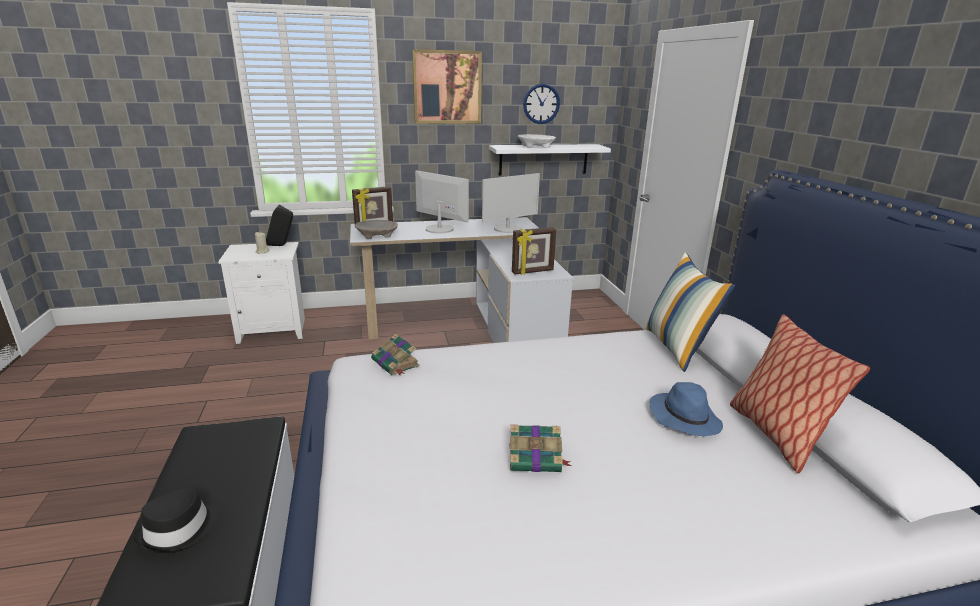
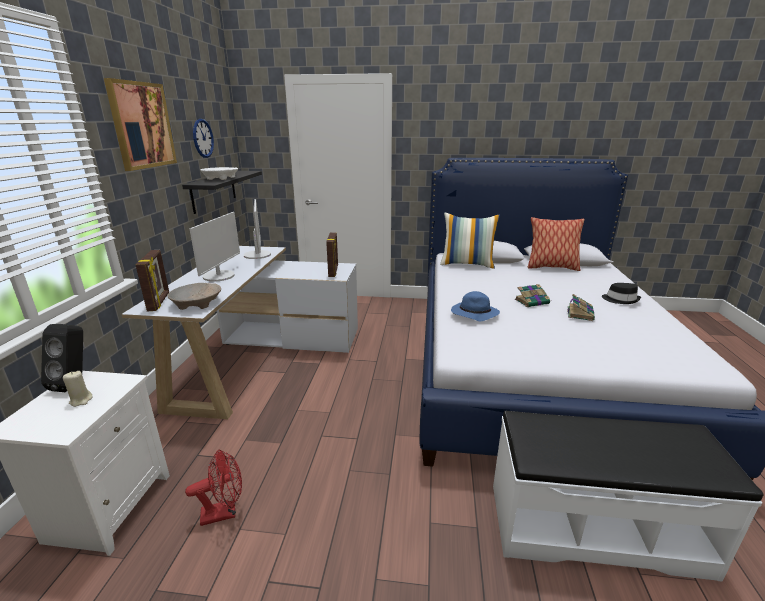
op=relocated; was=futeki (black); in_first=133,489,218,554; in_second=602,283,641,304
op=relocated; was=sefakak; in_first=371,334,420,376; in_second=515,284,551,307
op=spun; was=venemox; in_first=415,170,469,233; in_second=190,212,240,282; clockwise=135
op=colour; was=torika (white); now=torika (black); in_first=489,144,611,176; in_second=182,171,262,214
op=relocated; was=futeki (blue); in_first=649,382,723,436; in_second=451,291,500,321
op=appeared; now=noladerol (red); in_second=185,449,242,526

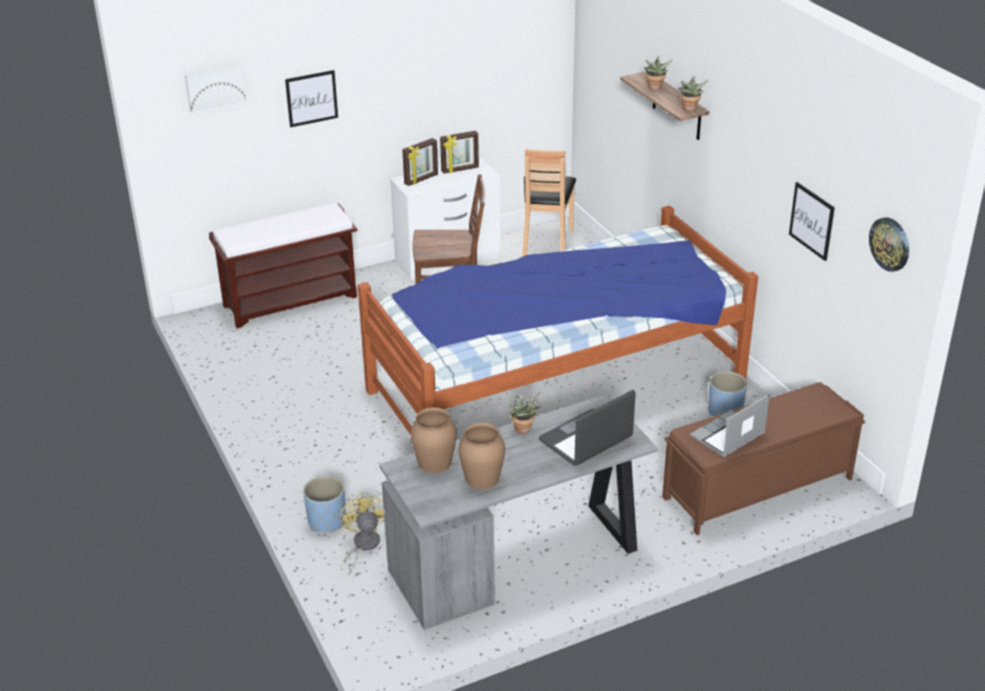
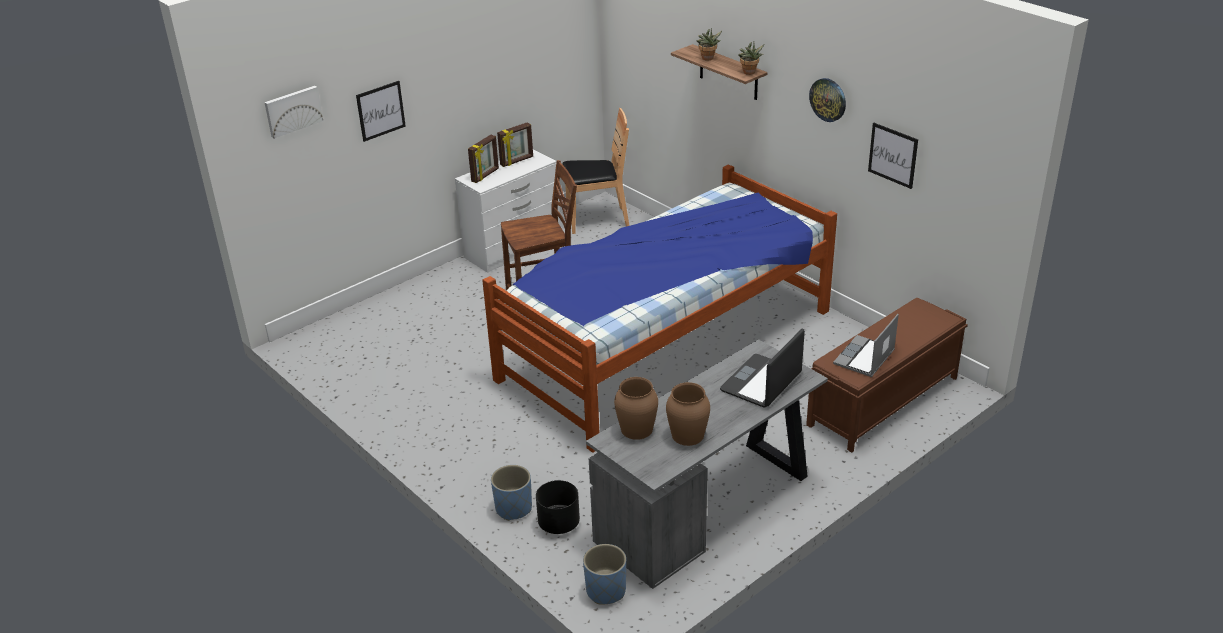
op=missing; was=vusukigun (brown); in_first=209,202,357,328
op=exchanged; was=noladerol (yellow); now=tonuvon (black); in_first=340,493,385,574; in_second=536,480,580,534
op=missing; was=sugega; in_first=509,393,541,434
op=spun; was=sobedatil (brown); in_first=522,149,576,257; in_second=563,108,629,234; clockwise=-90
op=relocated; was=tonuvon (blue); in_first=708,371,747,417; in_second=583,544,626,605
op=relocated; was=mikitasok; in_first=869,217,909,272; in_second=809,78,846,122

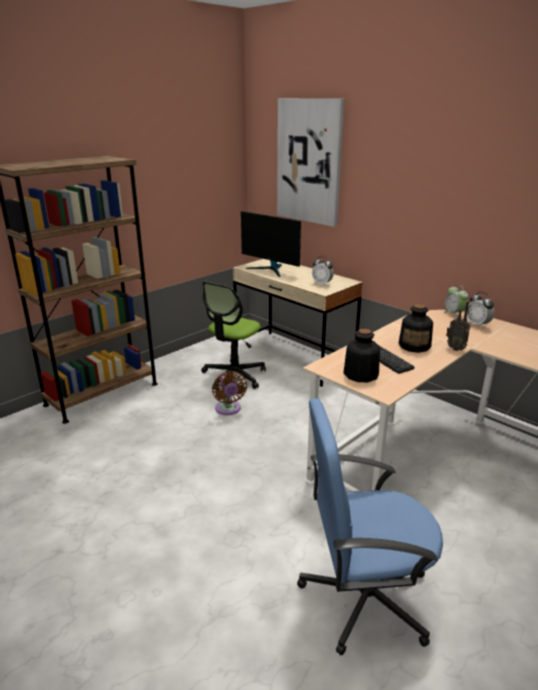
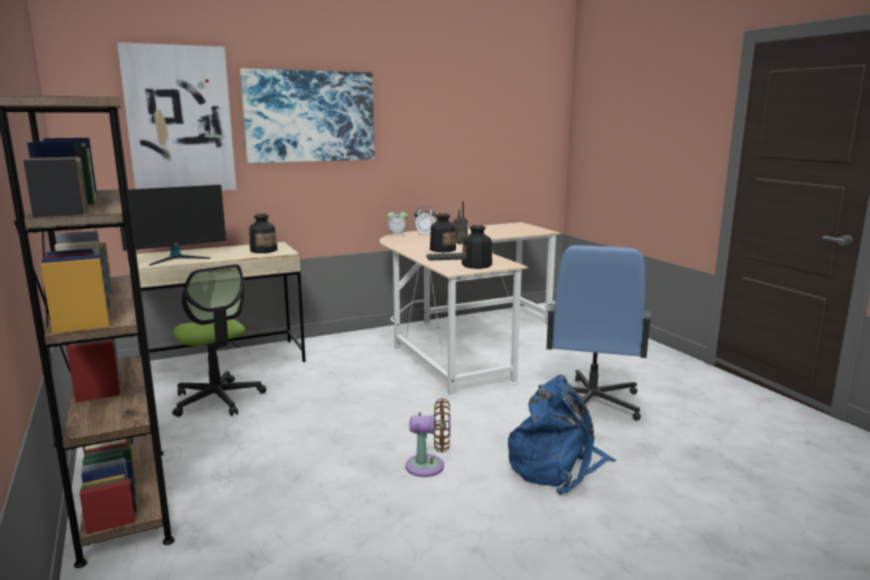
op=relocated; was=noladerol (brown); in_first=212,371,247,415; in_second=405,398,450,477
op=exchanged; was=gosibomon; now=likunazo; in_first=312,256,334,286; in_second=249,213,278,253
op=appeared; now=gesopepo; in_second=240,69,374,163
op=appeared; now=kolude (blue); in_second=508,375,616,495

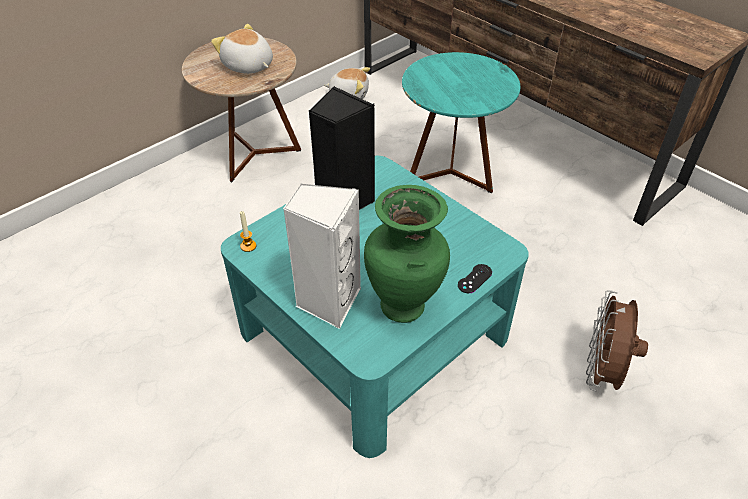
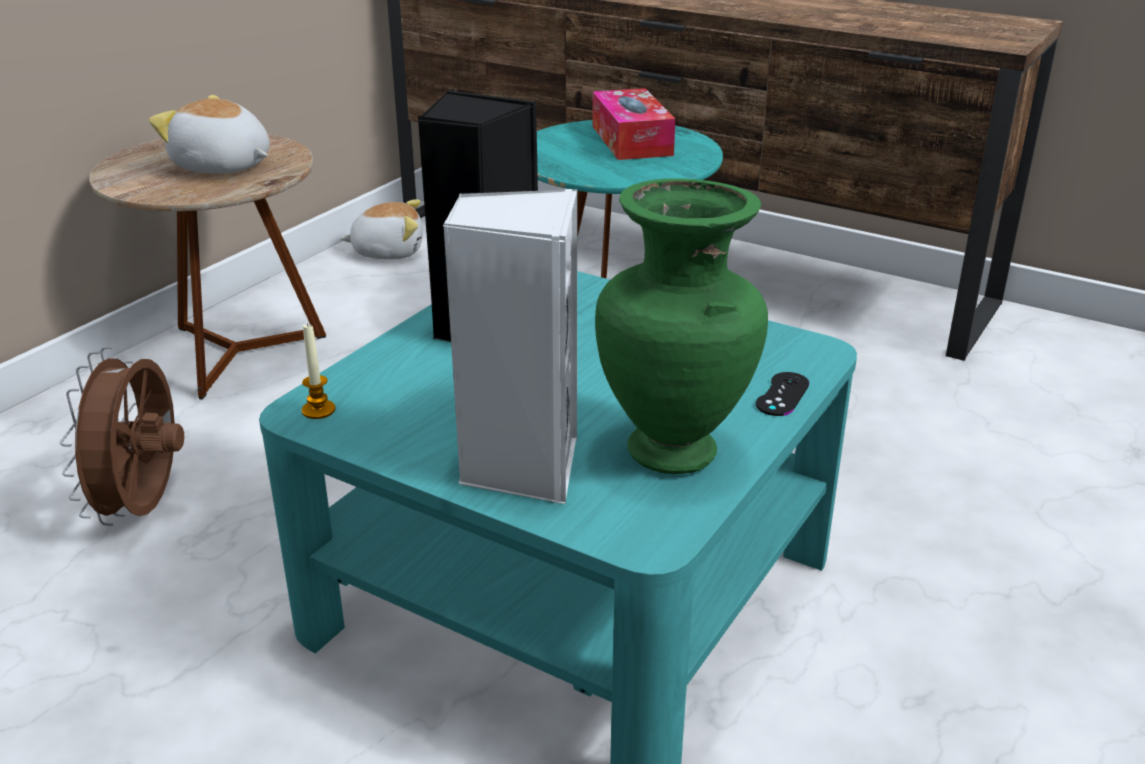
op=relocated; was=noladerol (brown); in_first=586,290,648,391; in_second=60,347,184,526
op=appeared; now=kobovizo; in_second=592,88,676,160

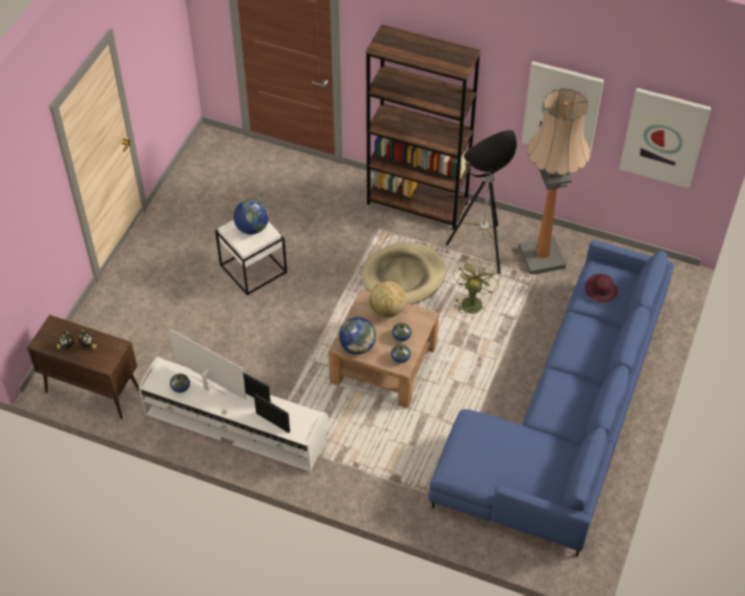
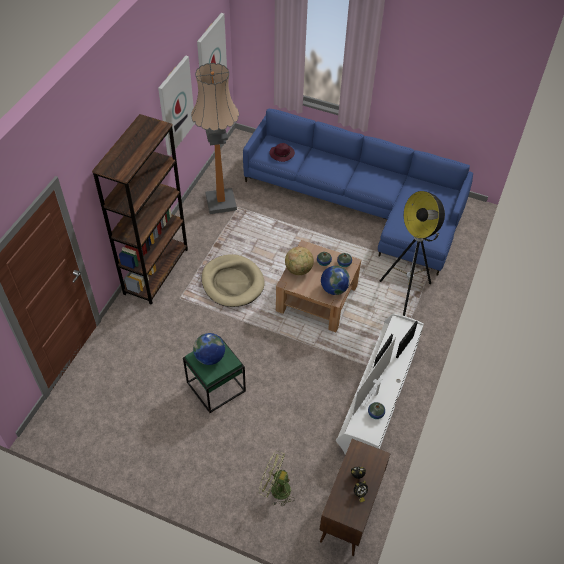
op=colour; was=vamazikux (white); now=vamazikux (green); in_first=215,220,287,295; in_second=183,336,246,413
op=relocated; was=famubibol; in_first=446,130,517,274; in_second=379,191,445,316
op=relocated; was=noladerol (green); in_first=453,260,500,317; in_second=259,451,295,507

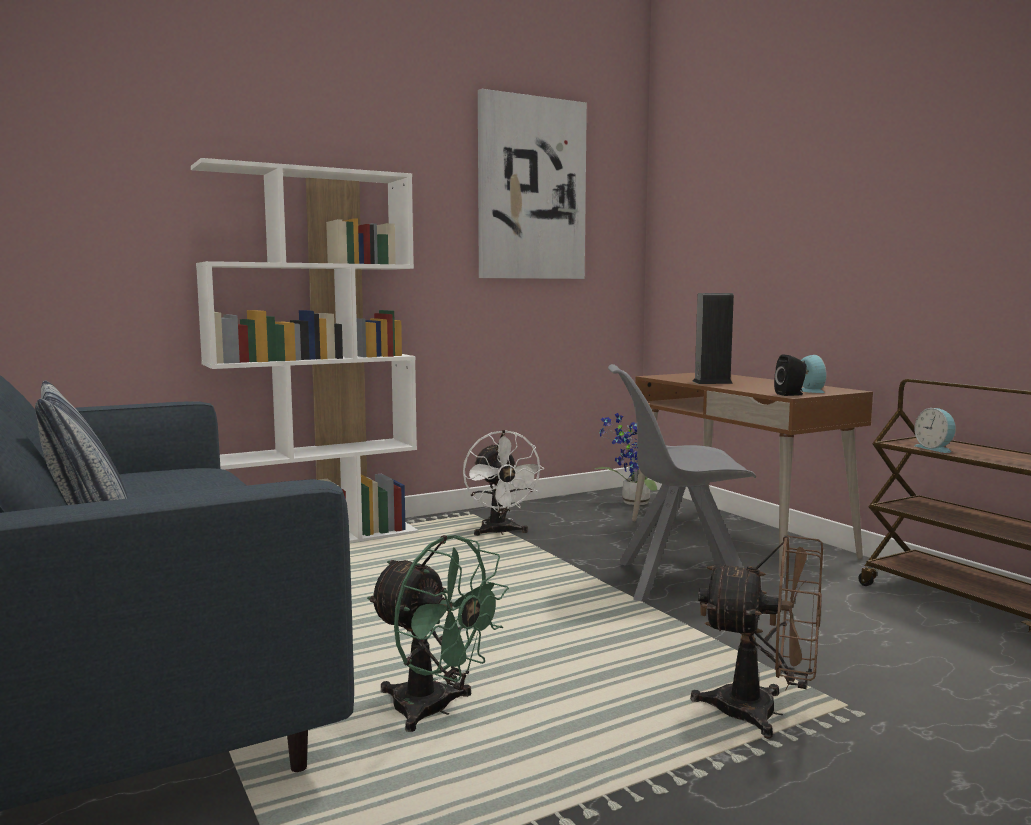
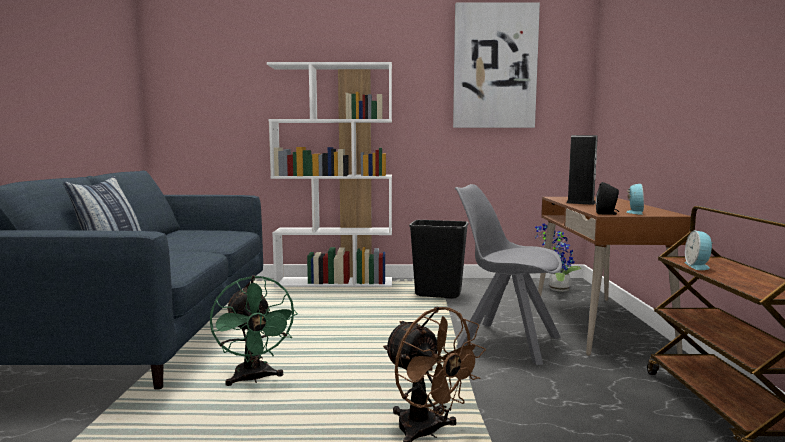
op=exchanged; was=noladerol (white); now=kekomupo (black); in_first=463,430,545,536; in_second=409,220,468,299

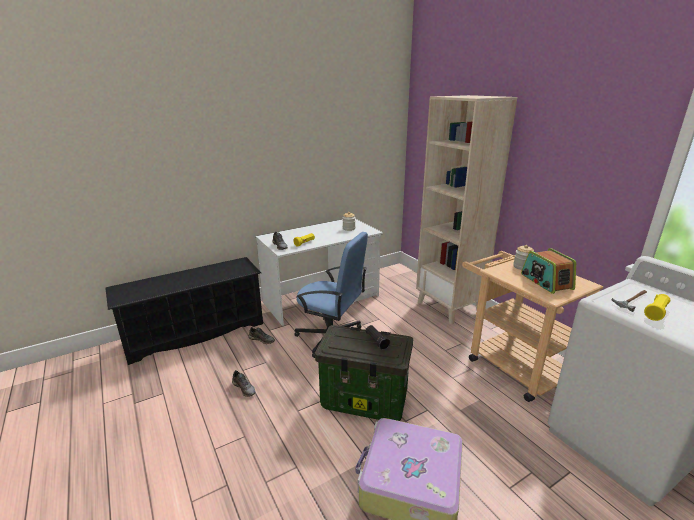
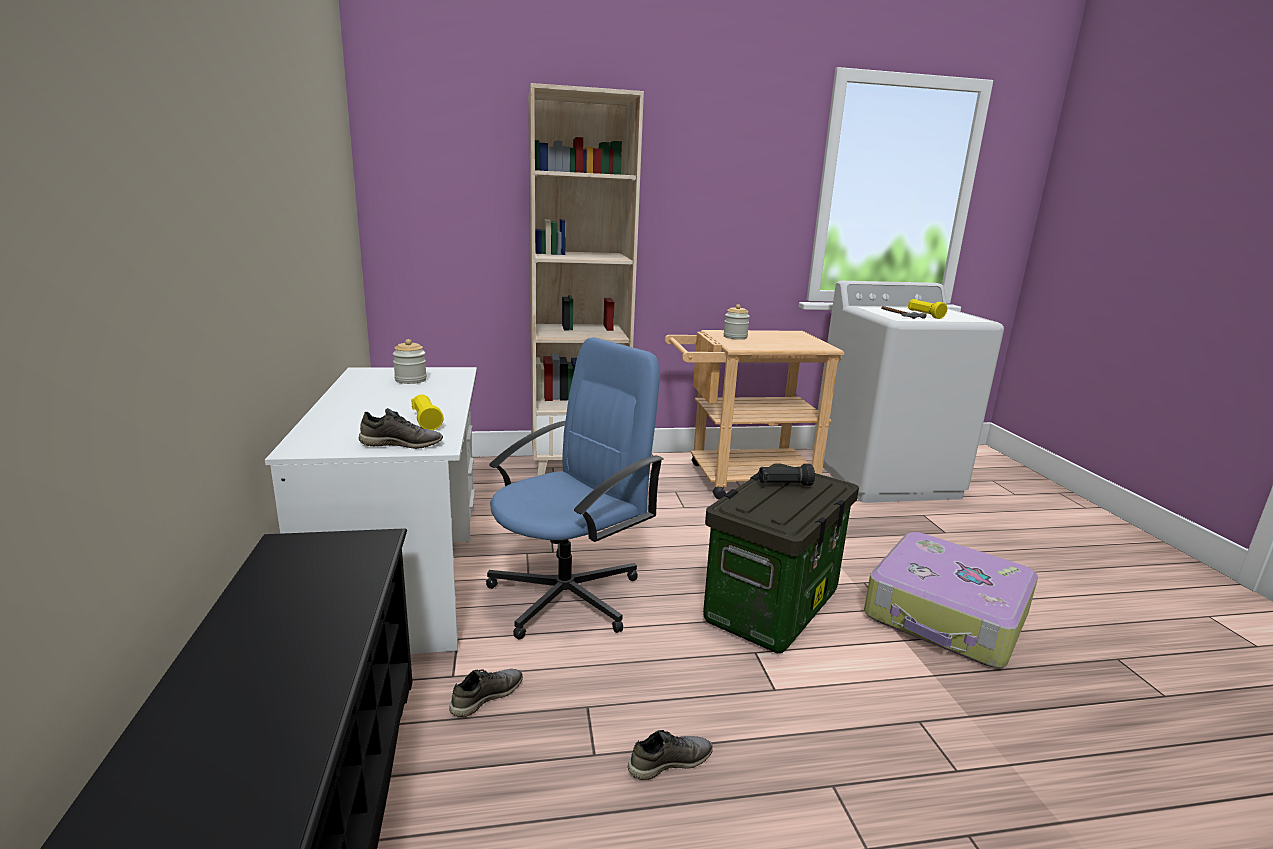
op=missing; was=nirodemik; in_first=521,248,576,294

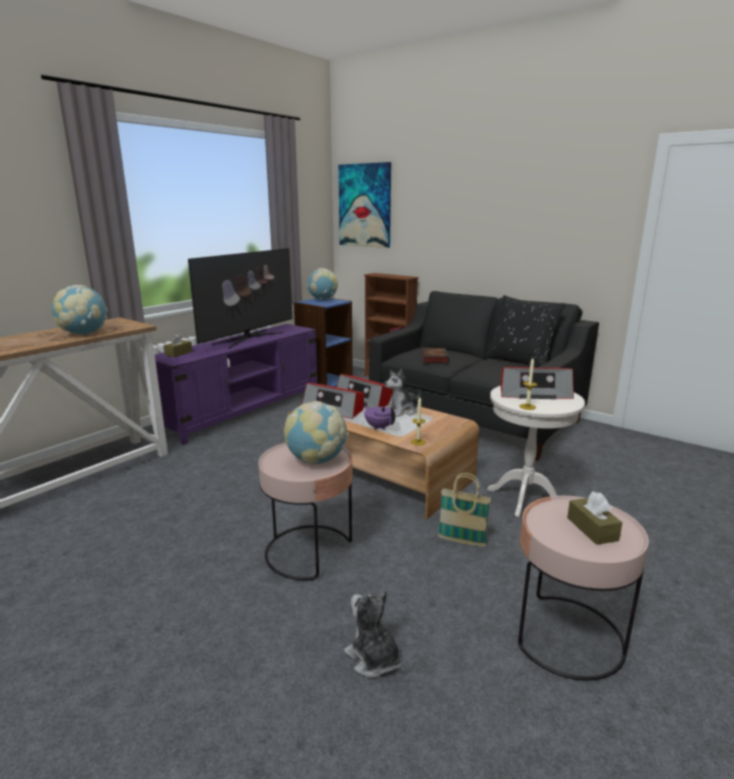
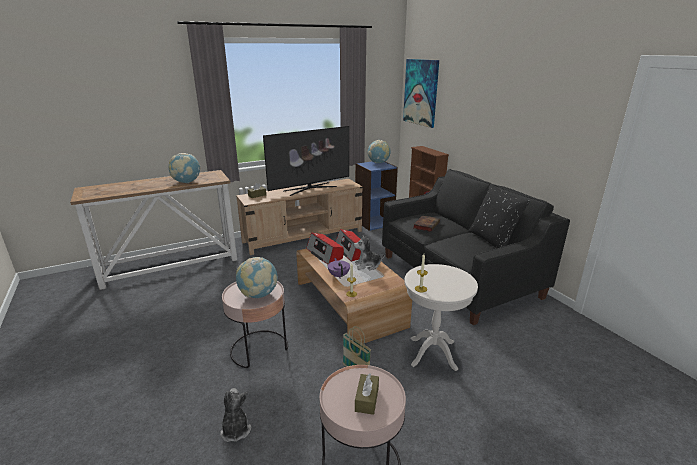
op=colour; was=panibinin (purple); now=panibinin (beige); in_first=155,324,317,445; in_second=236,179,363,255
op=missing; was=nirodemik; in_first=501,367,574,399

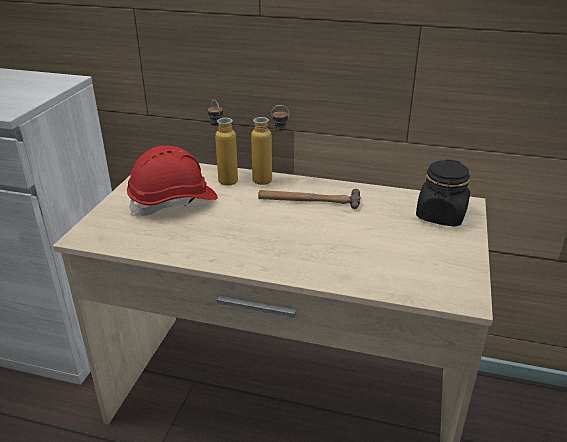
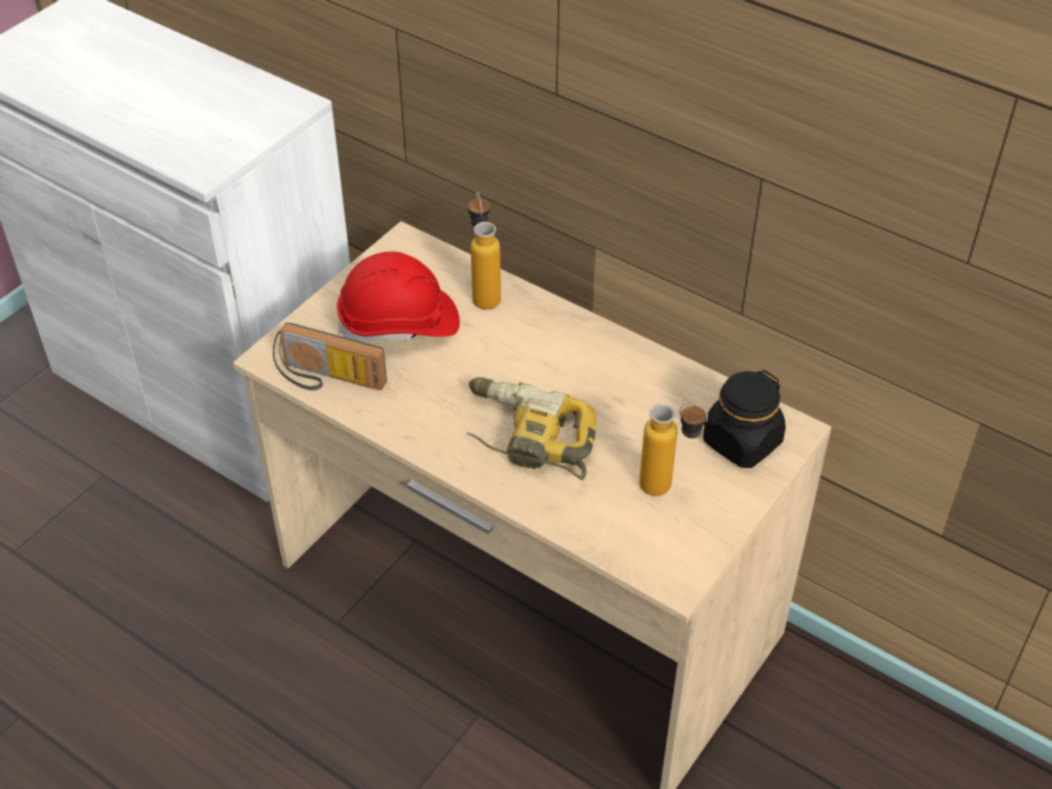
op=relocated; was=likunazo; in_first=251,105,289,185; in_second=639,403,708,496
op=missing; was=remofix; in_first=258,189,361,209
op=appeared; now=nirodemik; in_second=273,322,387,390
op=appeared; now=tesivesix; in_second=467,377,597,480

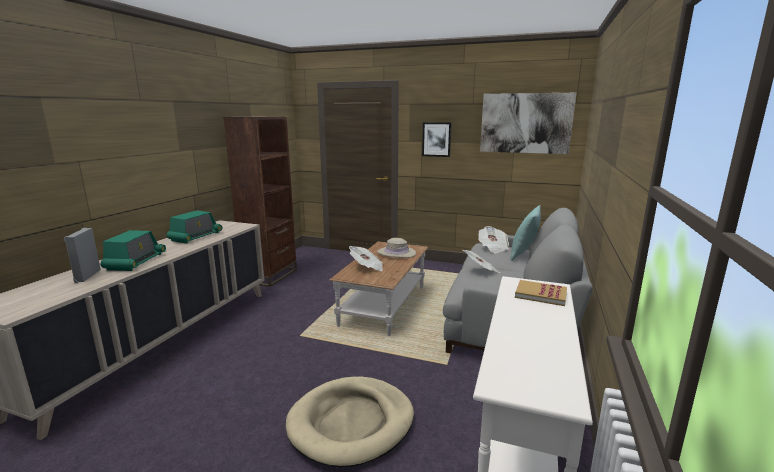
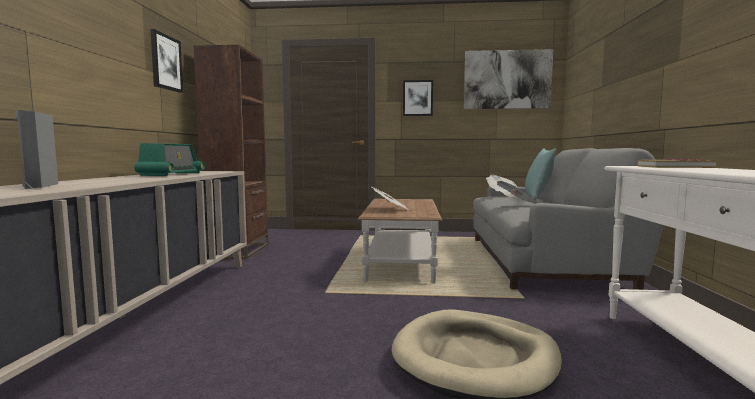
op=missing; was=nirodemik; in_first=101,230,166,271
op=missing; was=futeki (beige); in_first=377,238,416,258
op=appeared; now=gesopepo; in_second=150,29,183,93

